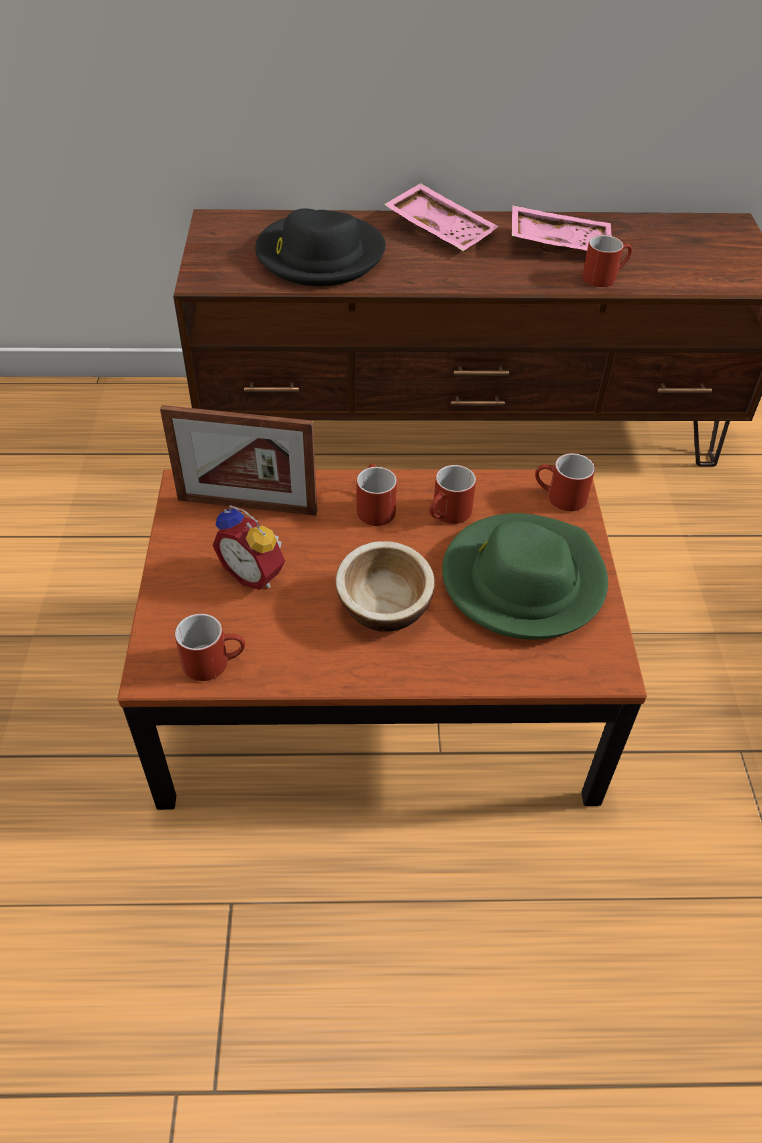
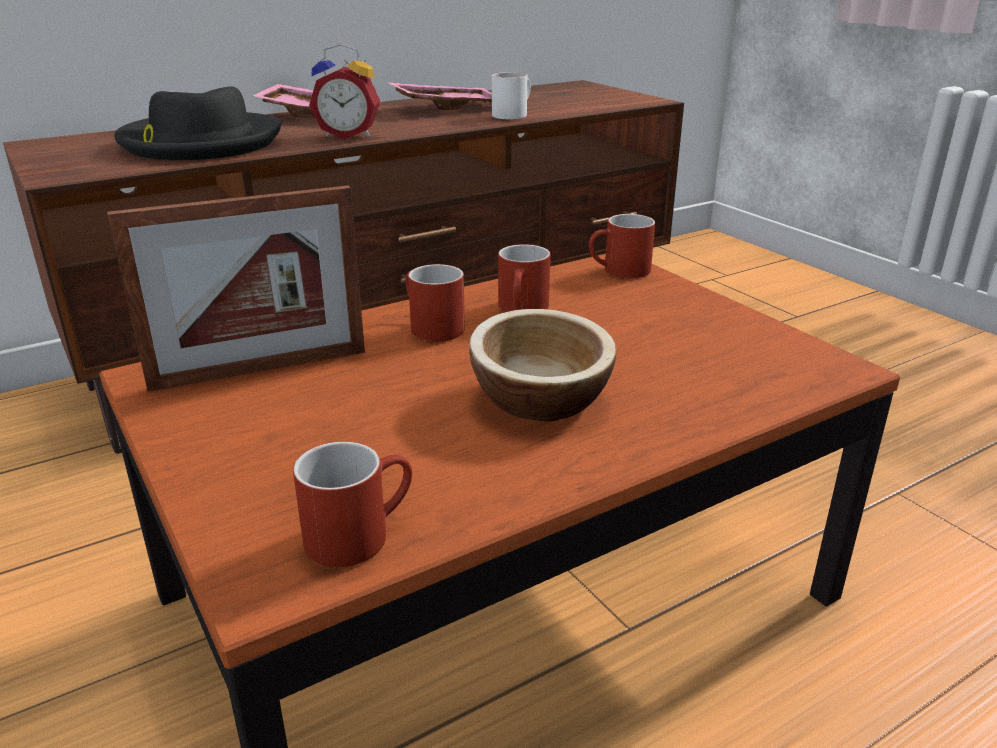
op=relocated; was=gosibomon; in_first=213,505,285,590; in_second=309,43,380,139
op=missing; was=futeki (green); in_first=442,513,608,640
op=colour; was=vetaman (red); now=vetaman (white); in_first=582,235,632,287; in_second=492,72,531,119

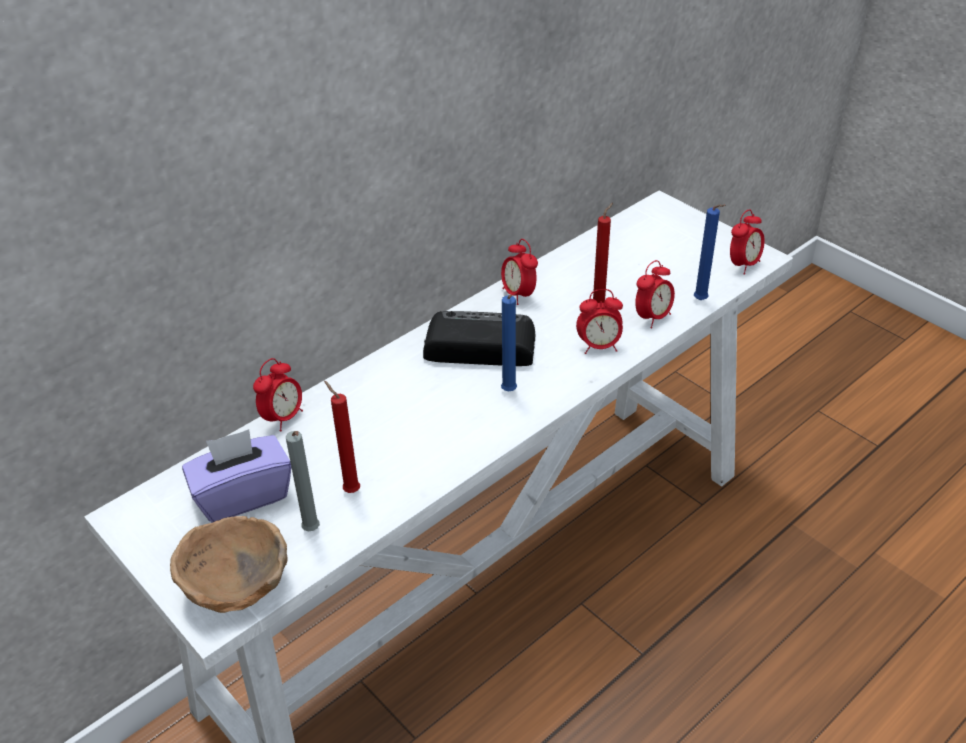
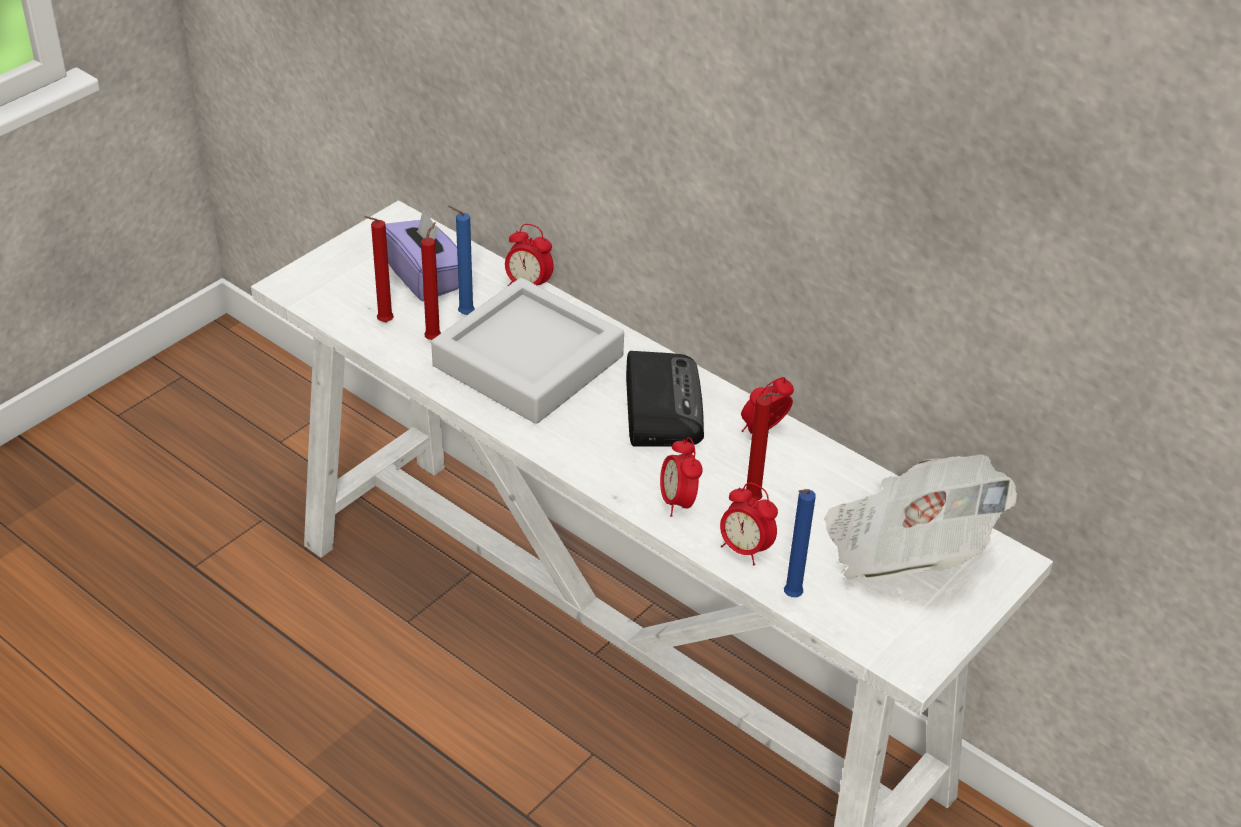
op=missing; was=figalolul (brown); in_first=170,516,287,613
op=colour; was=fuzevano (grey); now=fuzevano (red); in_first=286,431,320,531; in_second=365,216,394,322
op=relocated; was=fuzevano (blue); in_first=501,295,517,391; in_second=448,206,475,315
op=missing; was=gosibomon; in_first=730,209,765,275
op=appeared; now=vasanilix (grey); in_second=431,278,624,424
op=appeared; now=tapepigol; in_second=824,455,1017,580

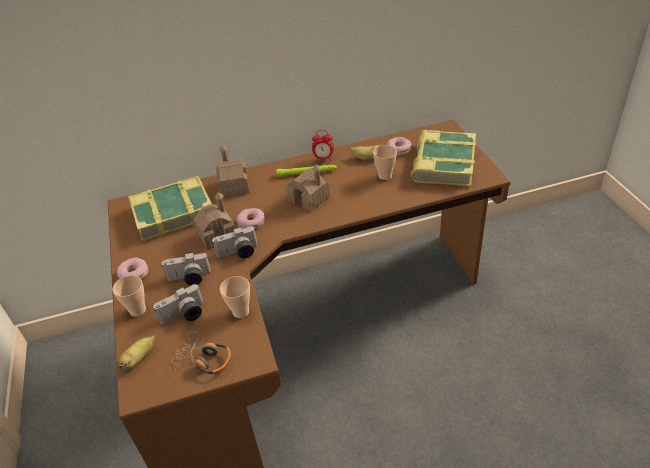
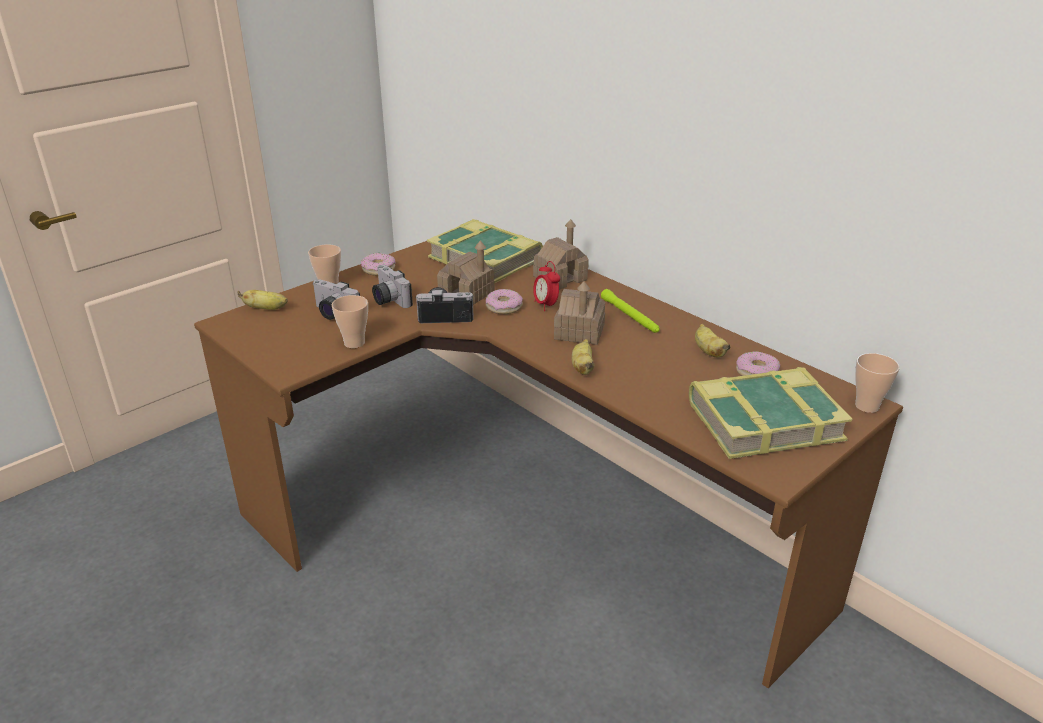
op=missing; was=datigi; in_first=172,331,231,374
op=spun; was=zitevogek; in_first=212,226,257,258; in_second=415,287,474,323; clockwise=135
op=relocated; was=gosibomon; in_first=312,130,334,162; in_second=533,261,560,311
op=relocated; was=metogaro; in_first=373,145,397,180; in_second=855,353,900,413
op=appeared; now=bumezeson; in_second=572,339,594,375

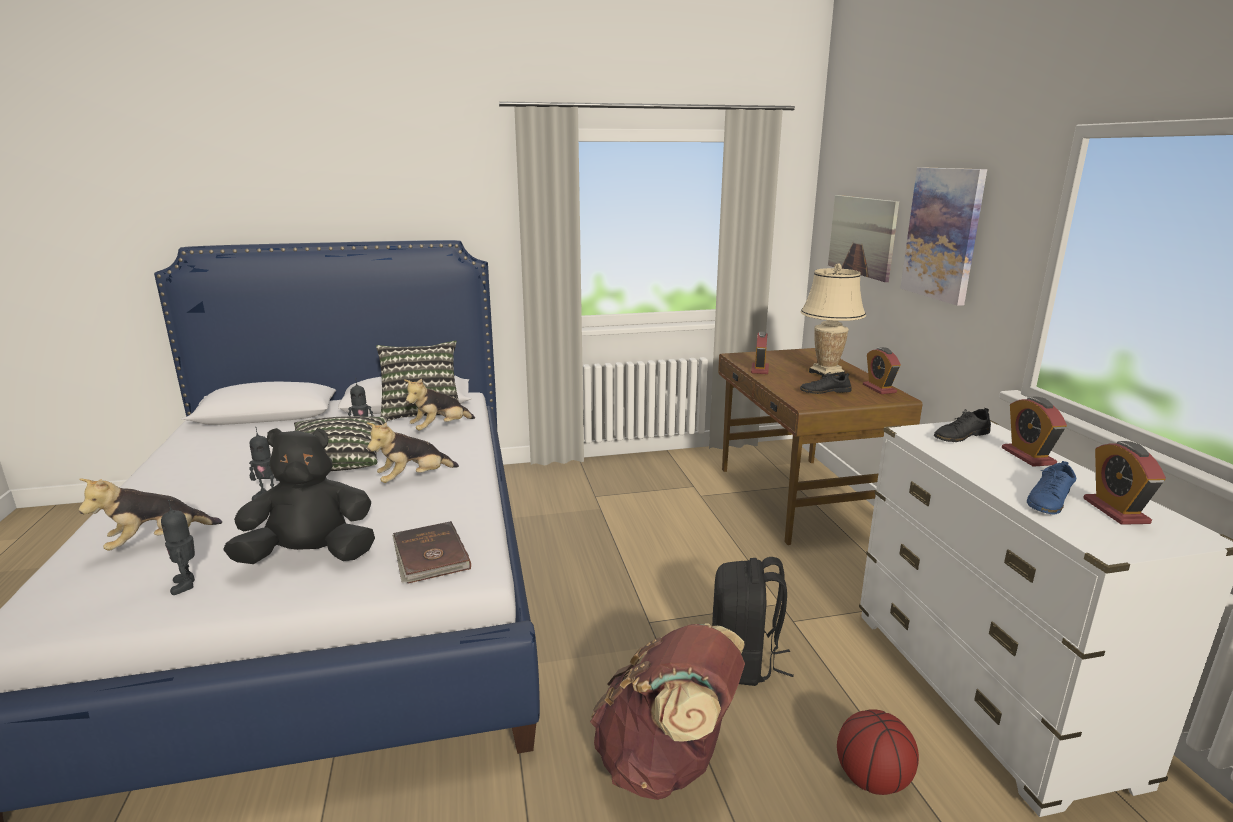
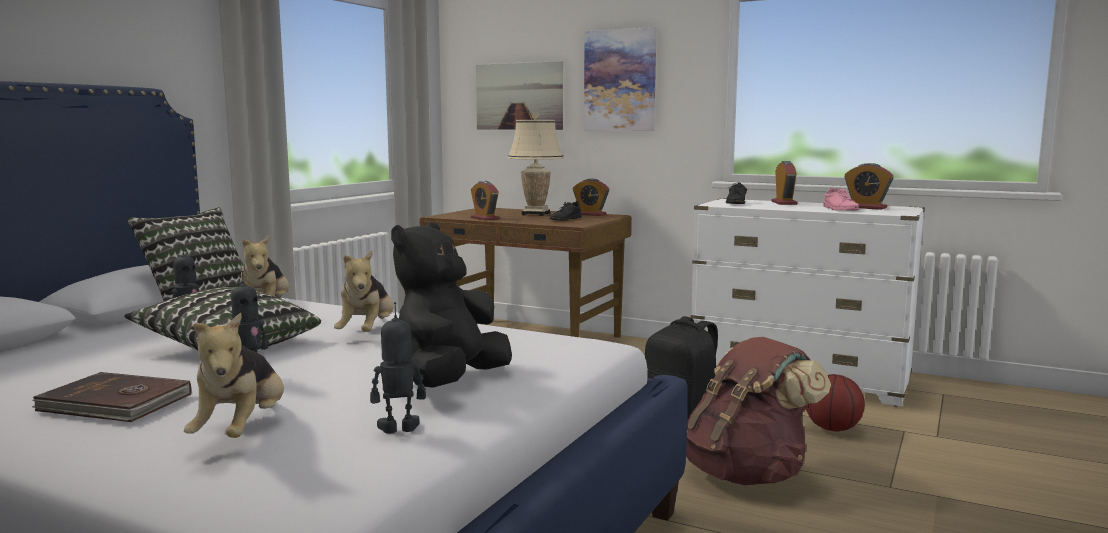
op=spun; was=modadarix; in_first=161,500,195,595; in_second=370,302,426,434; clockwise=150
op=relocated; was=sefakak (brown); in_first=392,521,471,584; in_second=32,372,191,422
op=spun; was=gosibomon; in_first=1002,397,1067,467; in_second=771,161,798,205; clockwise=-120
op=colour; was=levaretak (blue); now=levaretak (pink); in_first=1027,461,1076,514; in_second=823,187,860,211

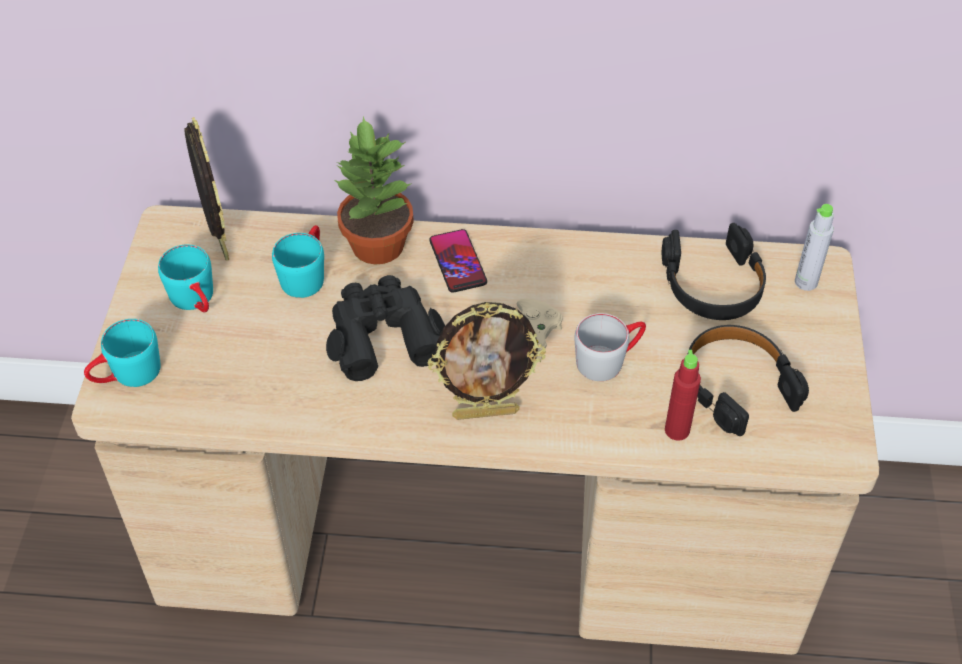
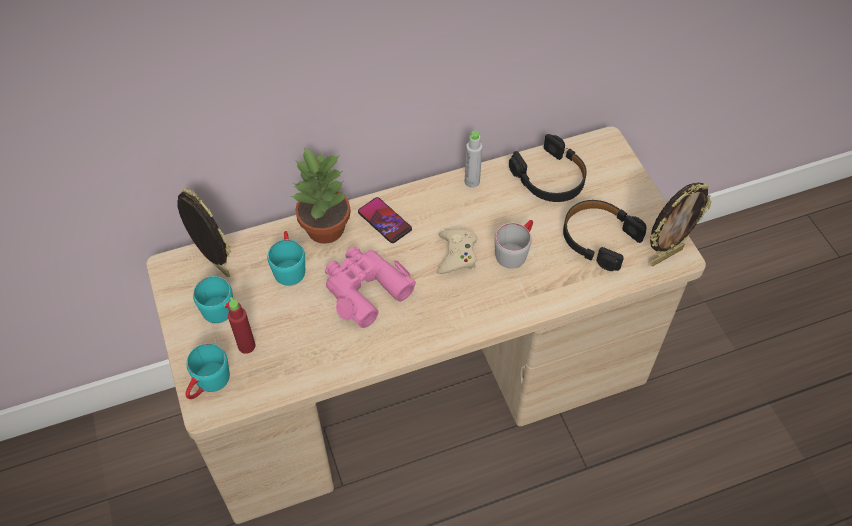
op=colour; was=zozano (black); now=zozano (pink); in_first=326,275,445,381; in_second=325,247,416,328
op=relocated; was=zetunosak; in_first=427,302,546,420; in_second=650,182,712,266
op=relocated; was=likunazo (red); in_first=665,350,701,441; in_second=228,297,256,354
op=relocated; was=likunazo (grey); in_first=795,204,834,291; in_second=465,131,482,188

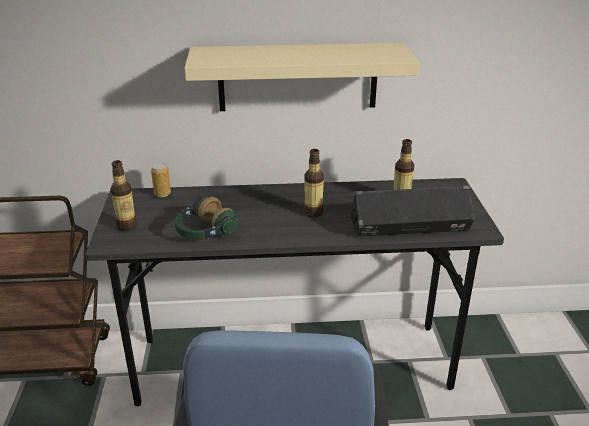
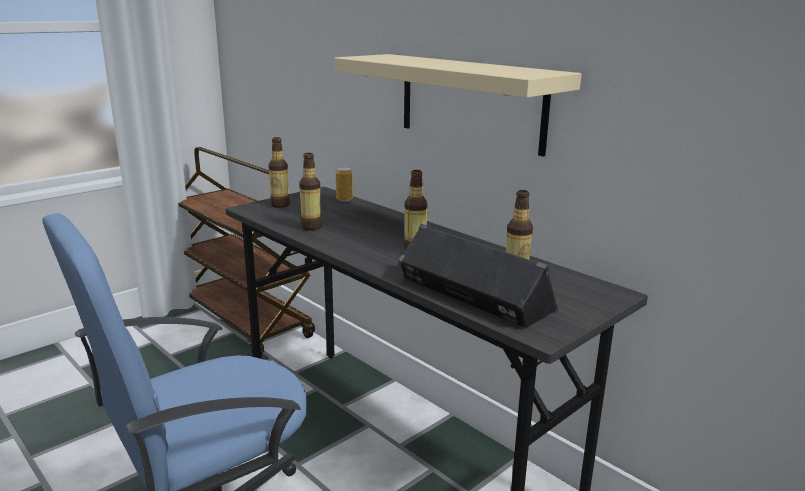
op=exchanged; was=datigi; now=likunazo; in_first=175,196,238,239; in_second=299,153,322,231

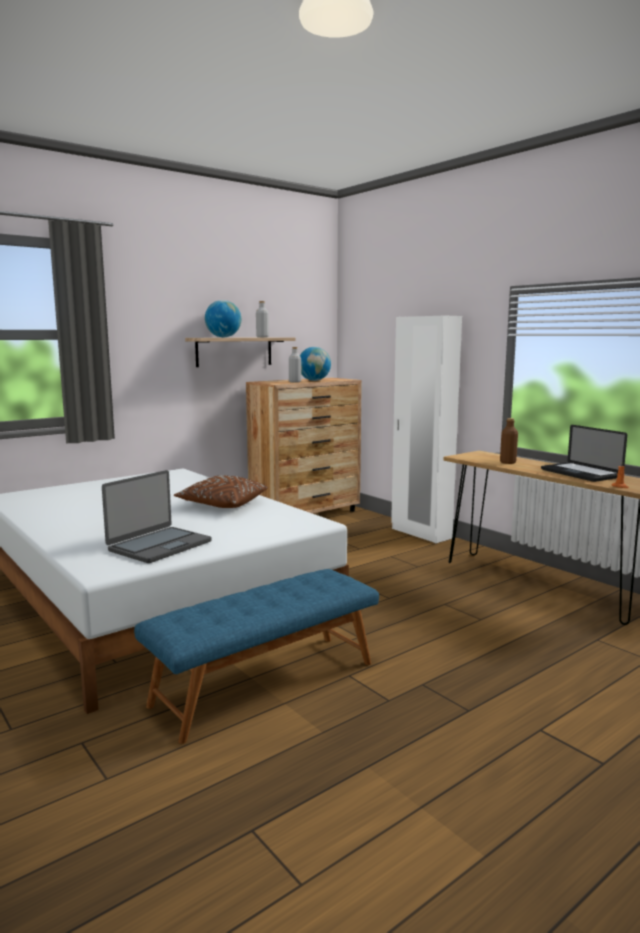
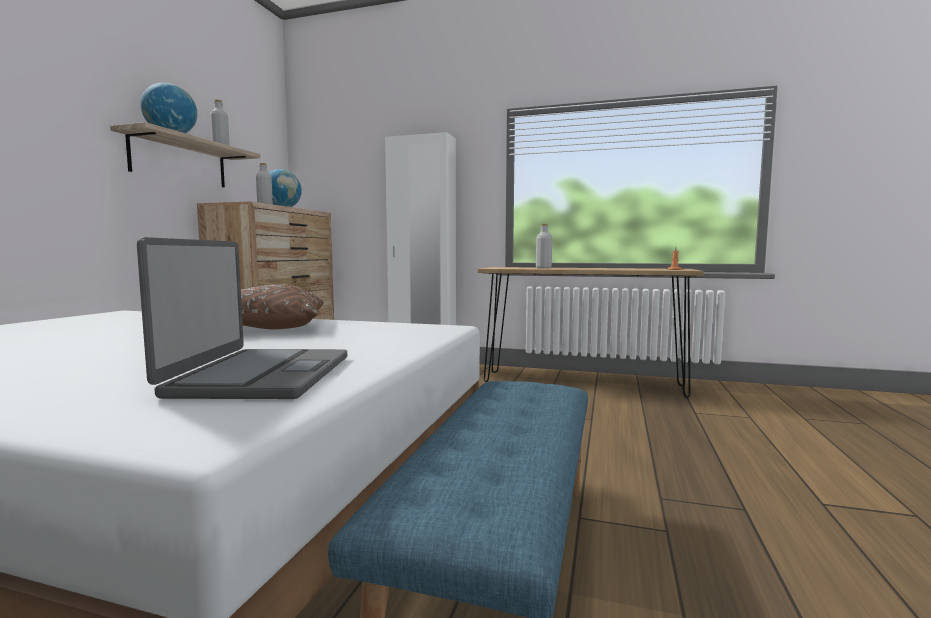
op=colour; was=likunazo (brown); now=likunazo (grey); in_first=500,418,518,464; in_second=536,224,552,269
op=missing; was=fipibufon; in_first=541,425,627,482

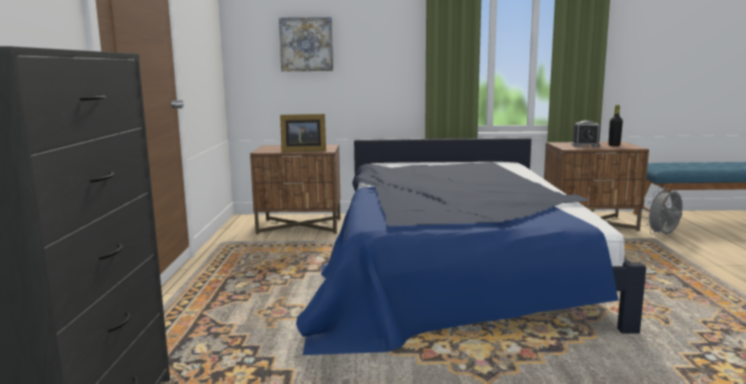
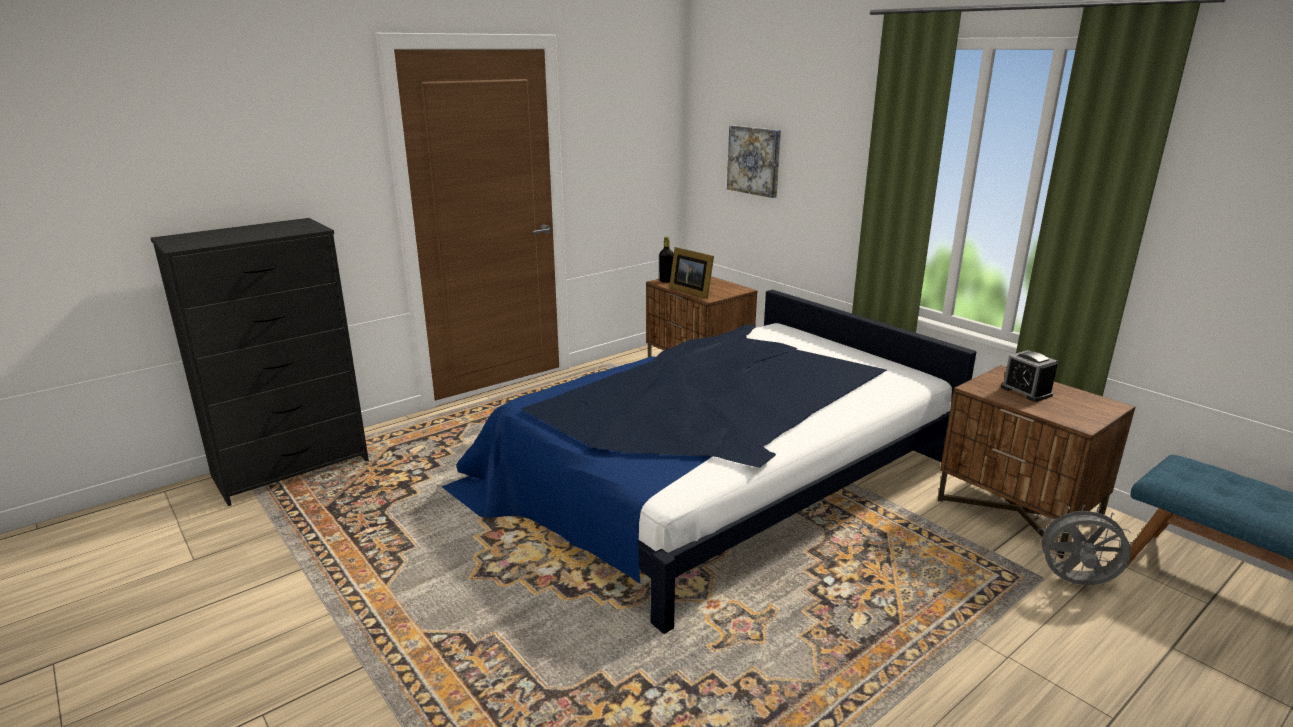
op=relocated; was=likunazo (black); in_first=608,105,623,146; in_second=659,237,674,283

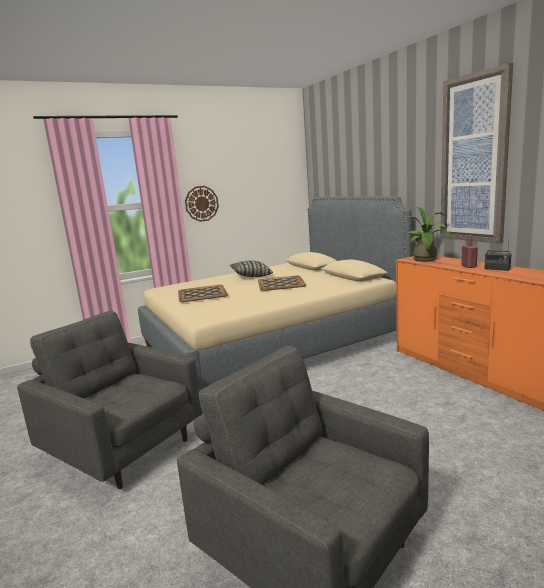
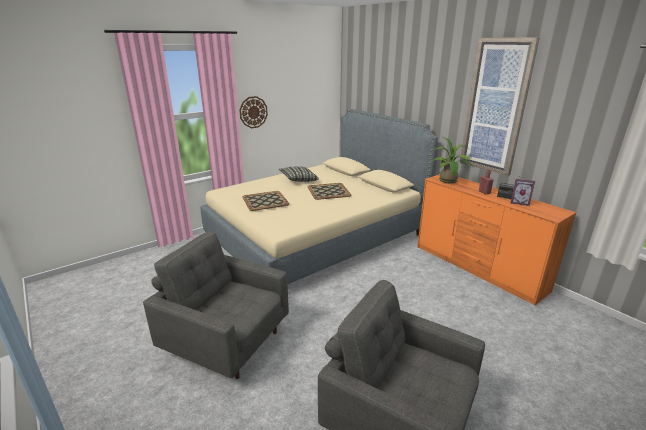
op=appeared; now=zetunosak; in_second=510,179,535,206

